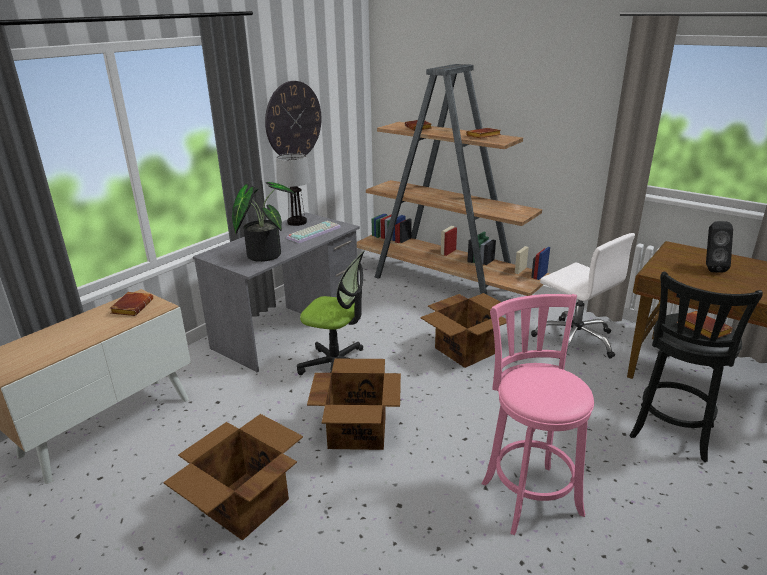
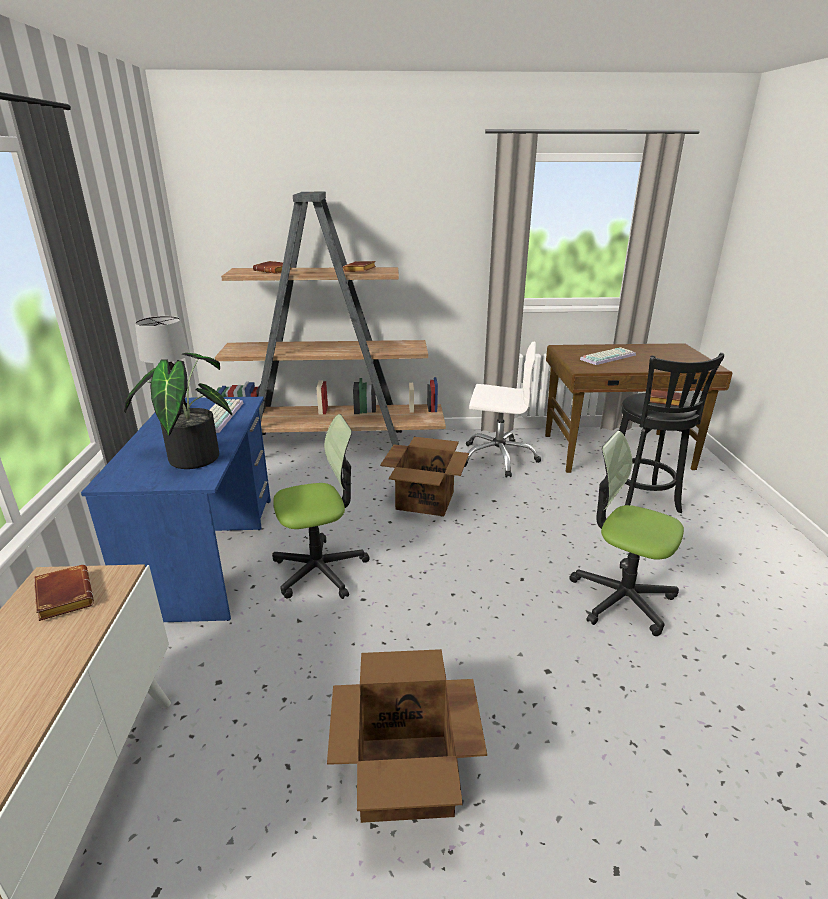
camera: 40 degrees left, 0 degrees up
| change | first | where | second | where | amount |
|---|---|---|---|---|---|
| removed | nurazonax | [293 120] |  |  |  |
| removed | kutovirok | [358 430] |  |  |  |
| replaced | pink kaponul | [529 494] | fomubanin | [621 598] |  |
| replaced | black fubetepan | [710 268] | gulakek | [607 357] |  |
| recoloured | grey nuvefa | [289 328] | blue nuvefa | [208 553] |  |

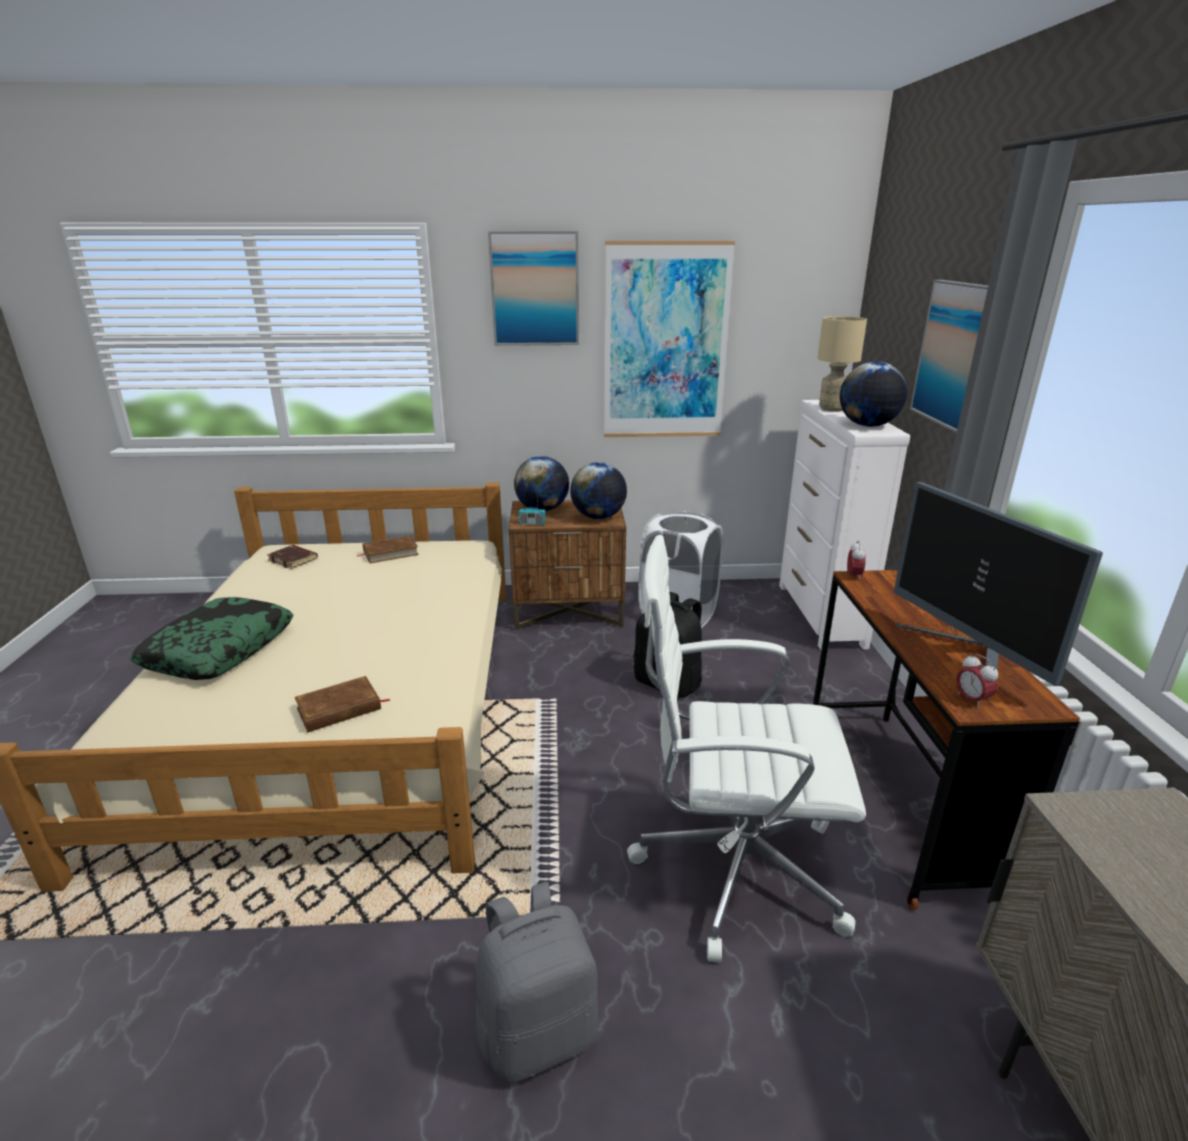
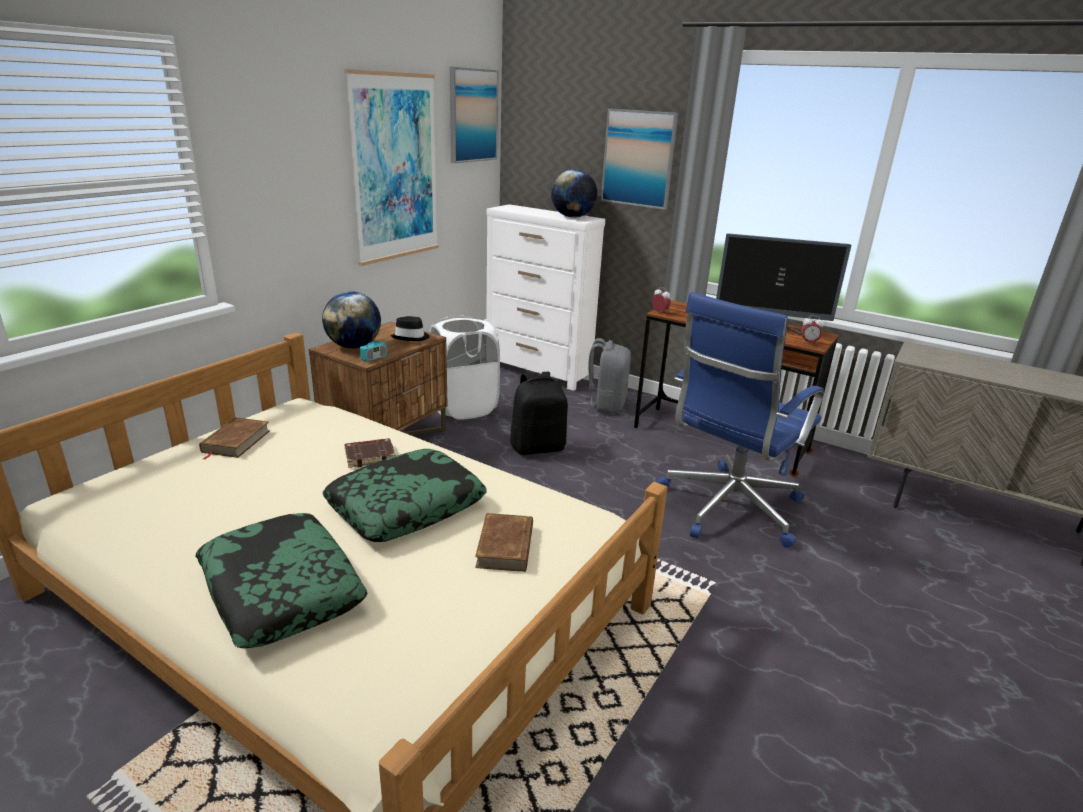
camera: 55 degrees left, 0 degrees up
| change | first | where | second | where | amount |
|---|---|---|---|---|---|
| removed | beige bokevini | [832 409] |  |  |  |
| added |  |  | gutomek | [406 506] |  |
| moved | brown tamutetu | [294 560] |  | [370 456] |  |
| moved | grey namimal | [538 1032] |  | [605 404] |  |
| moved | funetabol | [535 289] |  | [472 115] |  |
| replaced | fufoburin | [598 517] | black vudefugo | [411 337] |  |
| recoloured | white fomubanin | [732 867] | blue fomubanin | [727 508] |  |

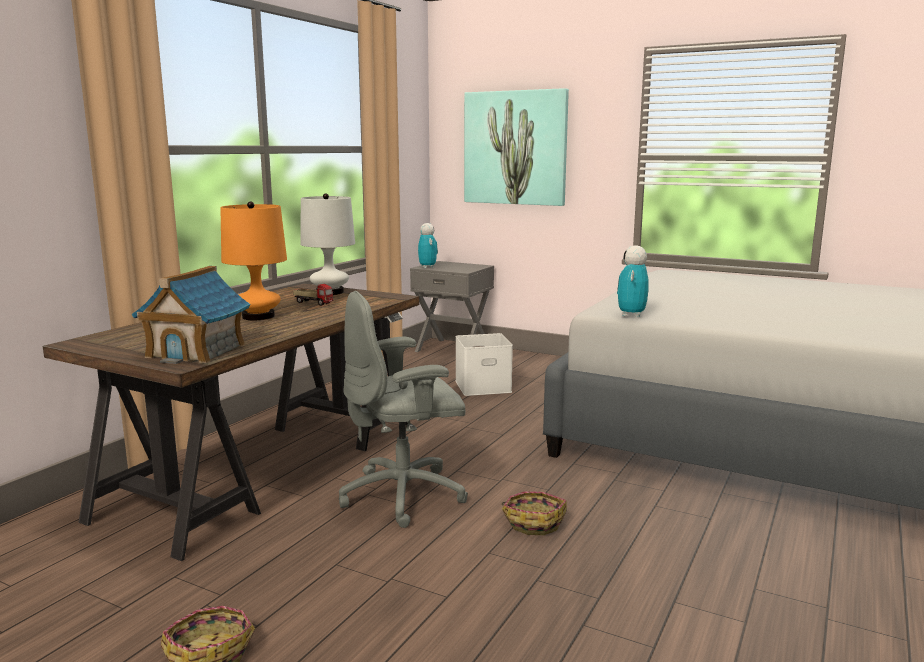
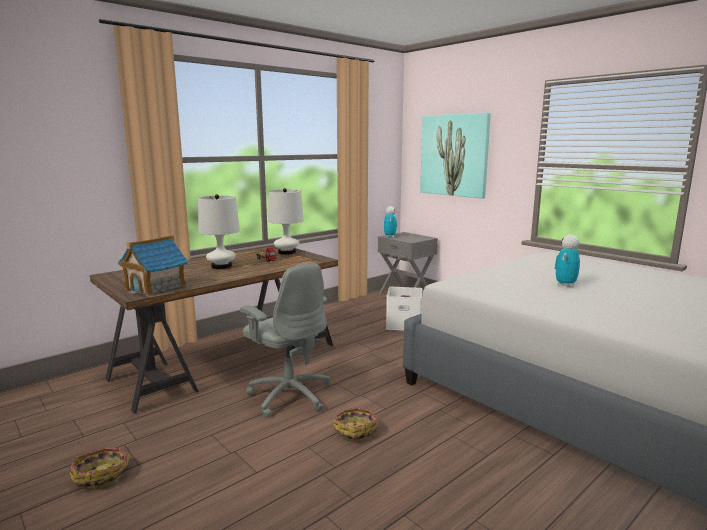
camera: 20 degrees right, 0 degrees up
| change | first | where | second | where | amount |
|---|---|---|---|---|---|
| moved | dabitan | [631 315] |  | [565 285] |  |
| recoloured | orange bokevini | [258 316] | white bokevini | [221 266] |  |
| turned | grey fomubanin | [405 495] |  | [289 395] | 135 degrees counterclockwise |

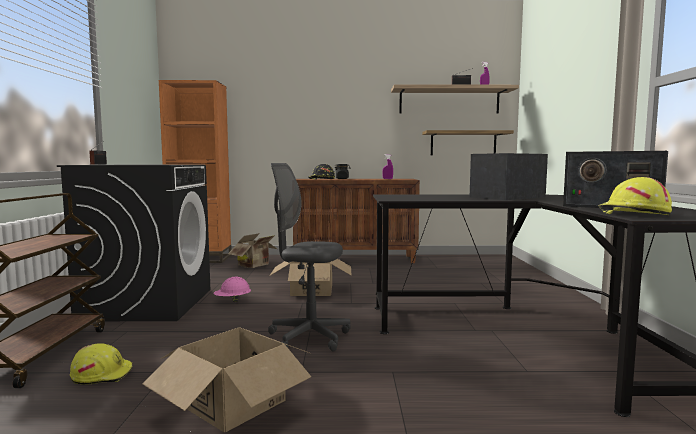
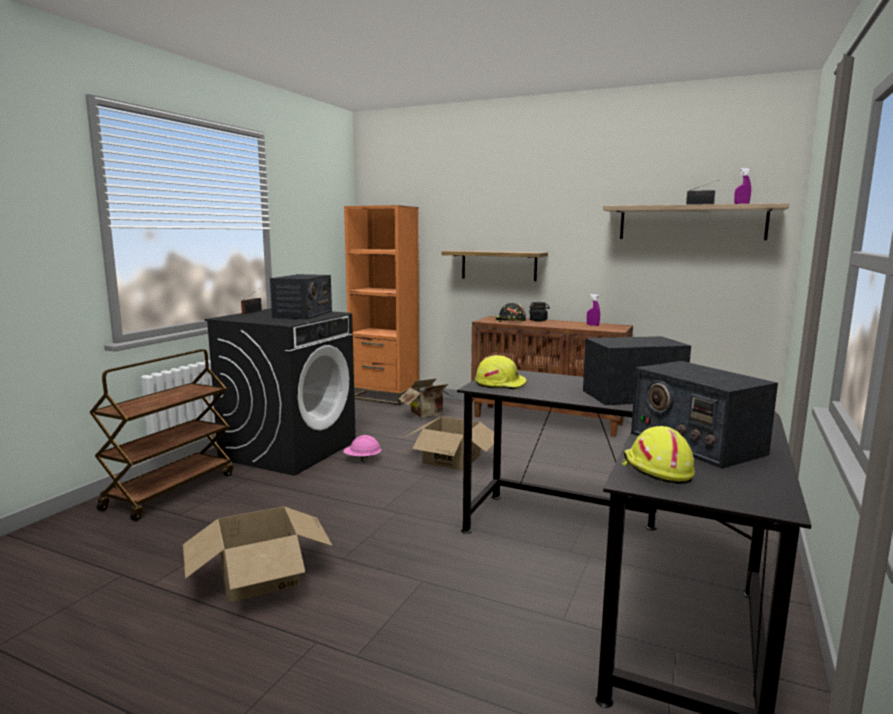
camera: 25 degrees right, 5 degrees up
| change | first | where | second | where | amount |
|---|---|---|---|---|---|
| removed | grey fomubanin | [309 337] |  |  |  |
| added |  |  | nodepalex | [303 314] |  |
| moved | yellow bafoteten | [102 374] |  | [500 384] |  |
| moved | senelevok | [463 143] |  | [498 265] |  |

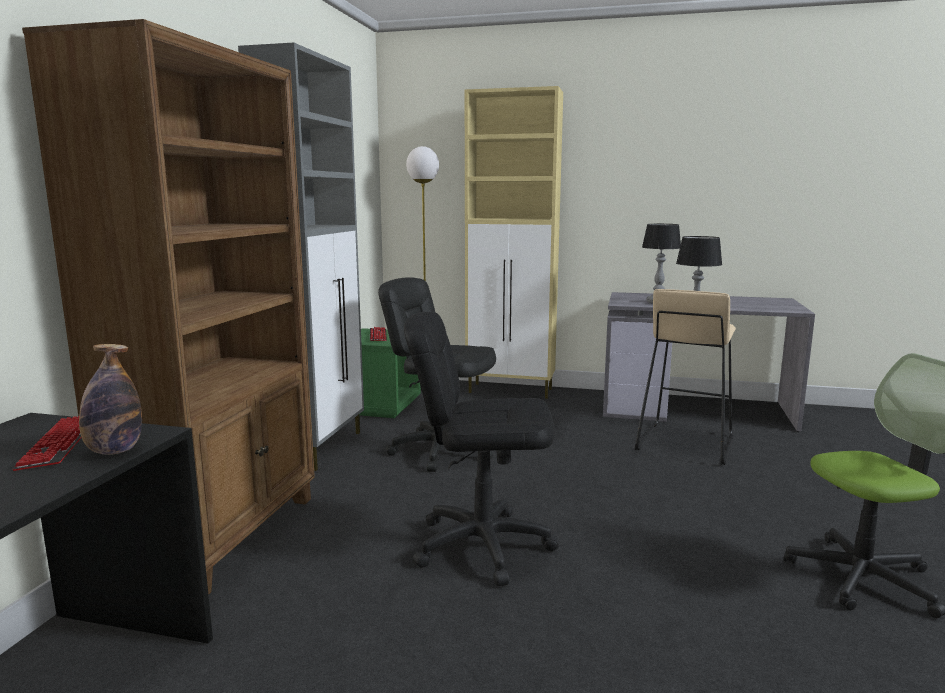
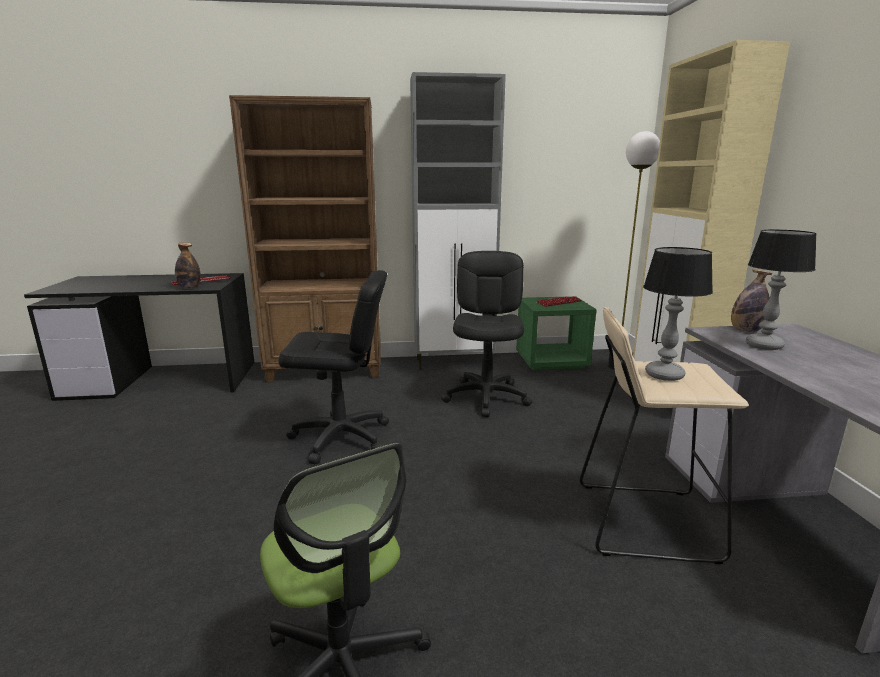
camera: 70 degrees right, 5 degrees up
| change | first | where | second | where | amount |
|---|---|---|---|---|---|
| added |  |  | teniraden | [745 331] |  |
| turned | black fomubanin | [482 545] |  | [341 438] | 105 degrees clockwise |

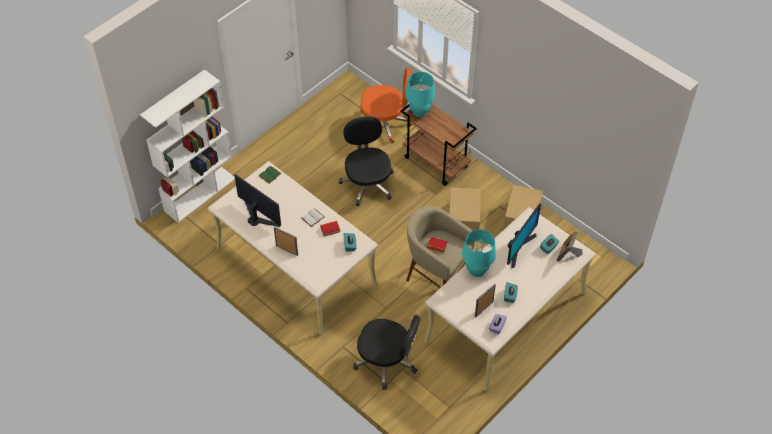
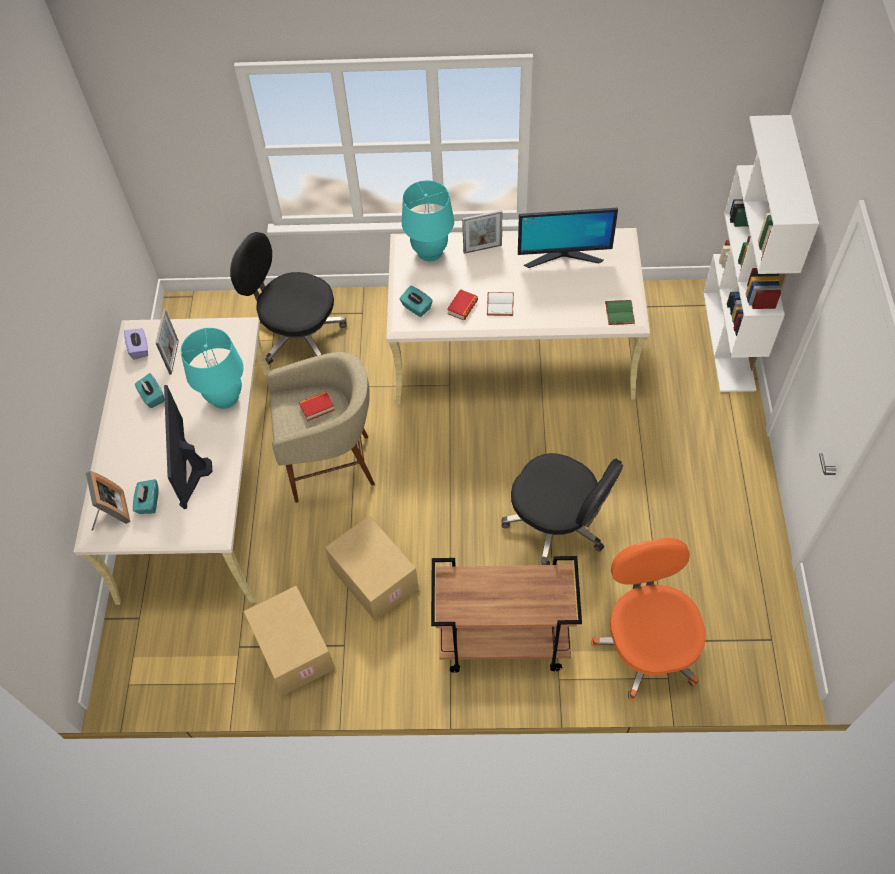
camera: 140 degrees right, 5 degrees up
| change | first | where | second | where | amount |
|---|---|---|---|---|---|
| moved | turquoise bokevini | [419 111] |  | [430 251] |  |
| turned | black fomubanin | [387 362] |  | [298 334] | 45 degrees clockwise |
| turned | orange fomubanin | [385 123] |  | [647 645] | 120 degrees clockwise |

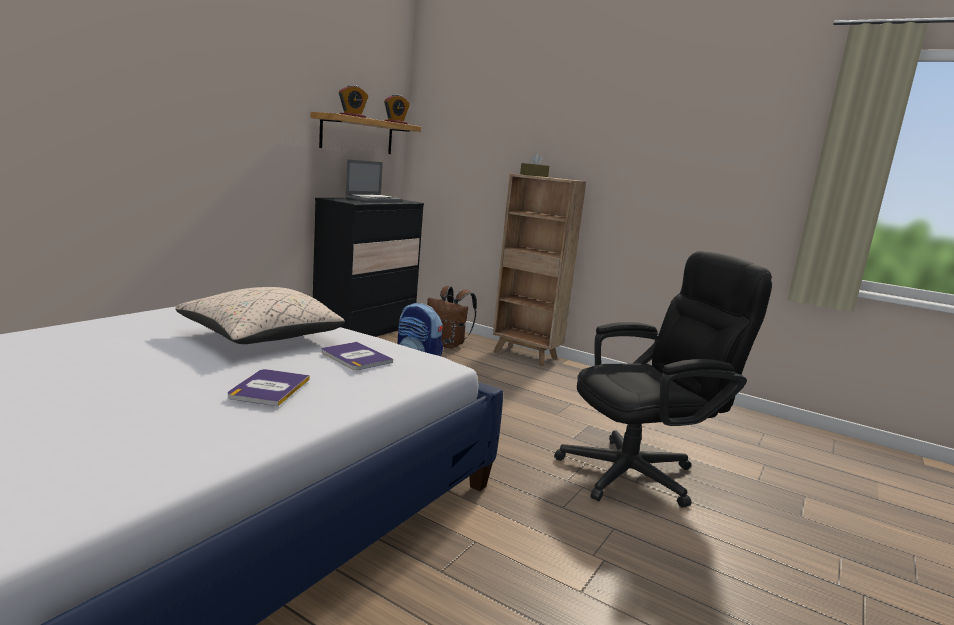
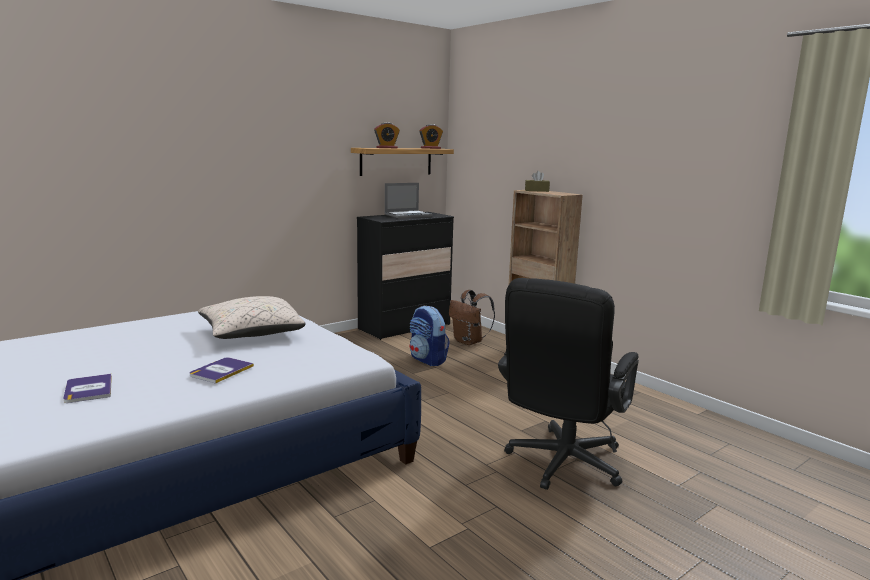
camera: 20 degrees right, 0 degrees up
| change | first | where | second | where | amount |
|---|---|---|---|---|---|
| moved | tamutetu | [355 357] |  | [88 389] |  |
| turned | black fomubanin | [640 472] |  | [561 465] | 120 degrees clockwise |

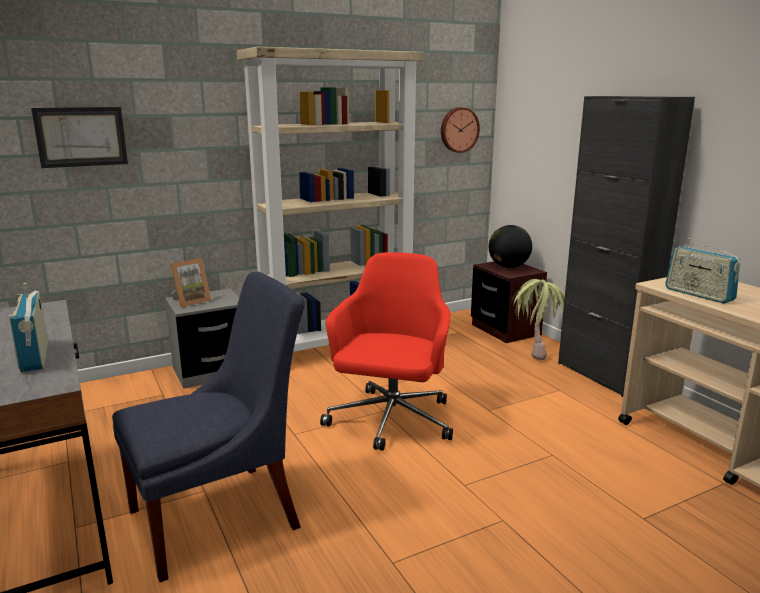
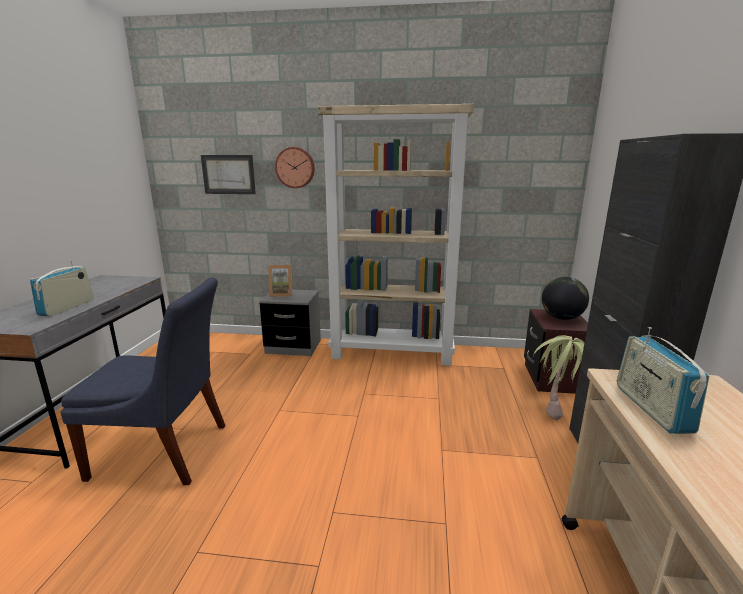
camera: 35 degrees right, 0 degrees up
| change | first | where | second | where | amount |
|---|---|---|---|---|---|
| removed | red fomubanin | [391 421] |  |  |  |
| moved | nurazonax | [458 130] |  | [295 167] |  |

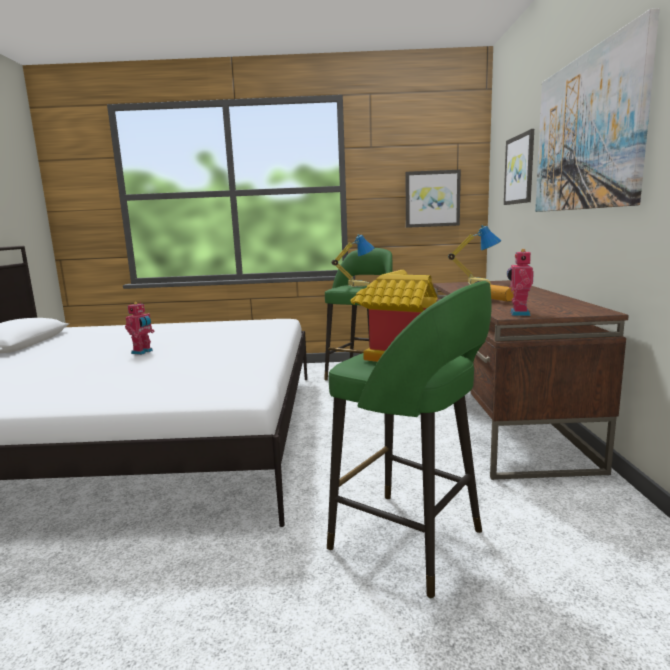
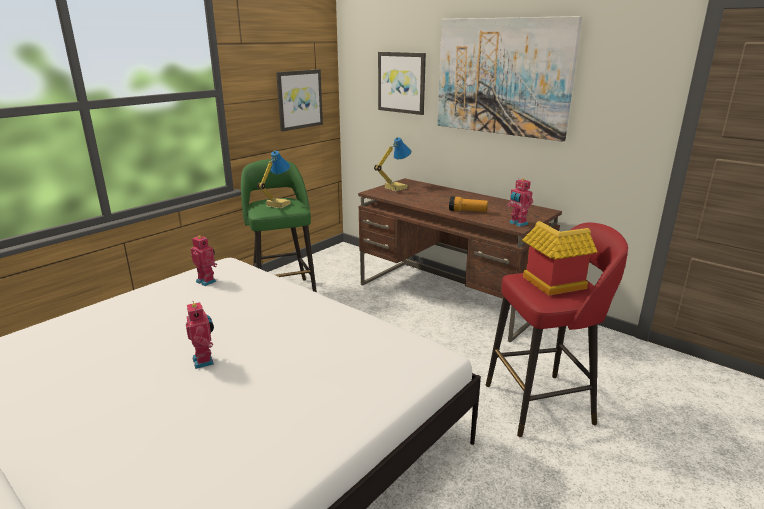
camera: 50 degrees left, 10 degrees up
| change | first | where | second | where | amount |
|---|---|---|---|---|---|
| added |  |  | dabitan | [207 281] |  |
| recoloured | green kaponul | [410 542] | red kaponul | [542 404] |  |

